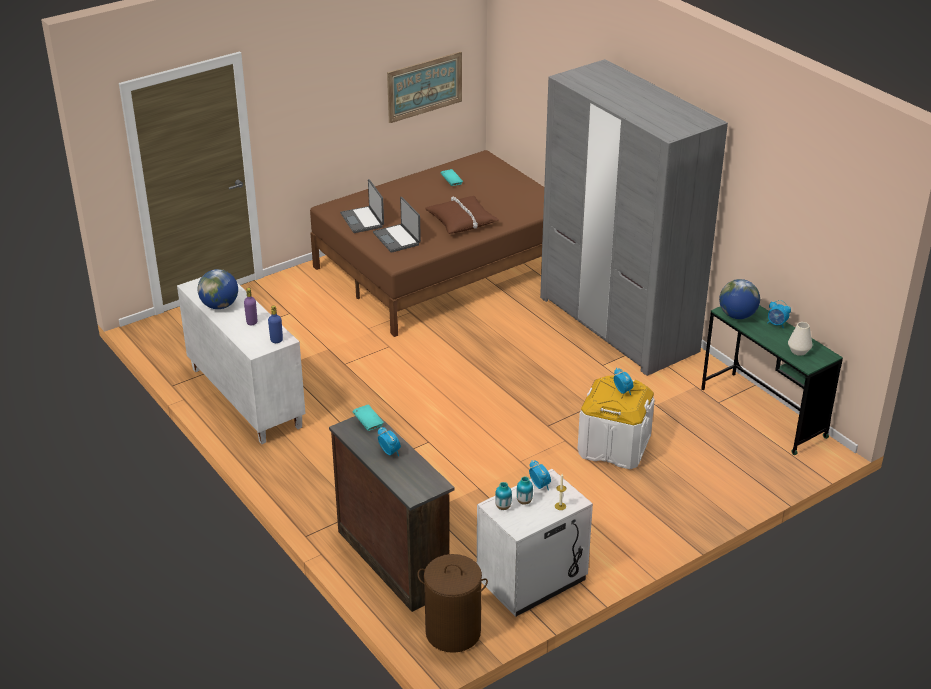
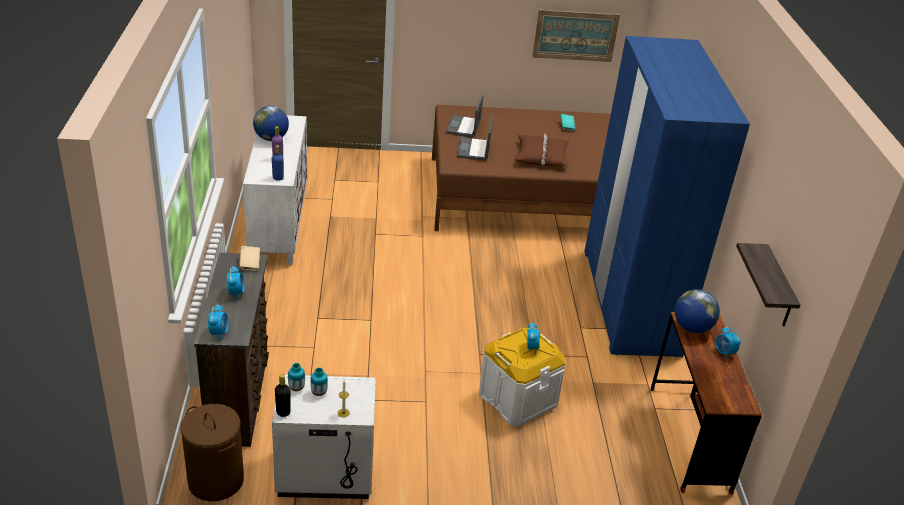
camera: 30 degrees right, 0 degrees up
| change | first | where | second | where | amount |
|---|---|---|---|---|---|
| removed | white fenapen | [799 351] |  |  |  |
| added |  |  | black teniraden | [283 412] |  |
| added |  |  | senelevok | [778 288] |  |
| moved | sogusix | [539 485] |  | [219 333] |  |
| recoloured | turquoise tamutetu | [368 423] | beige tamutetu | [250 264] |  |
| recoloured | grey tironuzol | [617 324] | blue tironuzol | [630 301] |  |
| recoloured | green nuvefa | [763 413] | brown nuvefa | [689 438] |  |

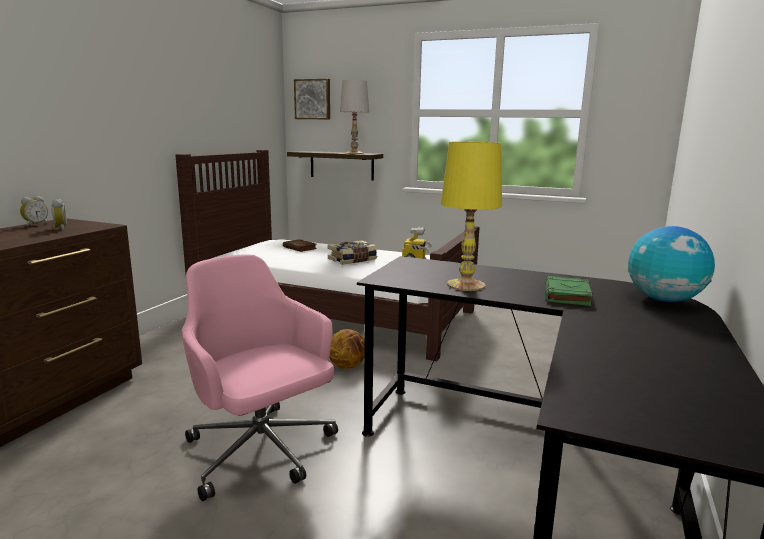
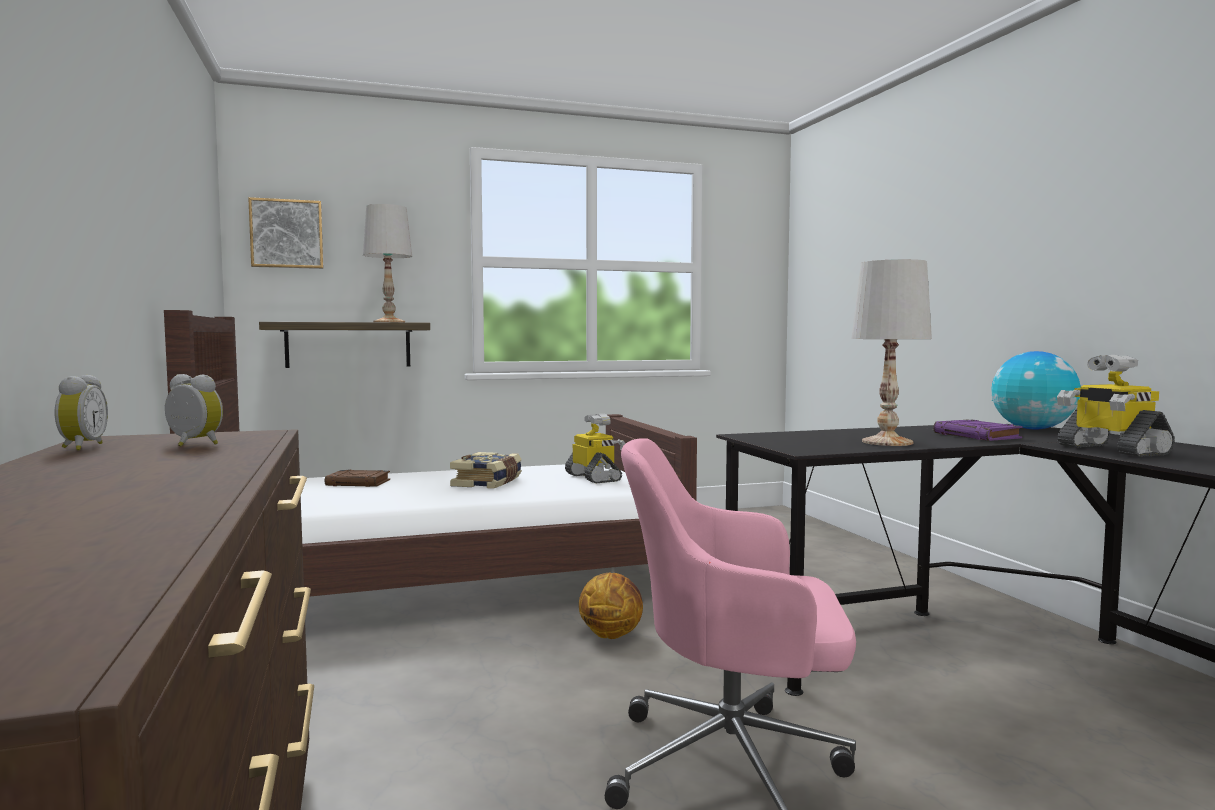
camera: 40 degrees left, 10 degrees down
| change | first | where | second | where | amount |
|---|---|---|---|---|---|
| added |  |  | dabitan | [1110 450] |  |
| recoloured | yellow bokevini | [465 285] | white bokevini | [886 442] |  |
| recoloured | green tamutetu | [567 295] | purple tamutetu | [977 436] |  |

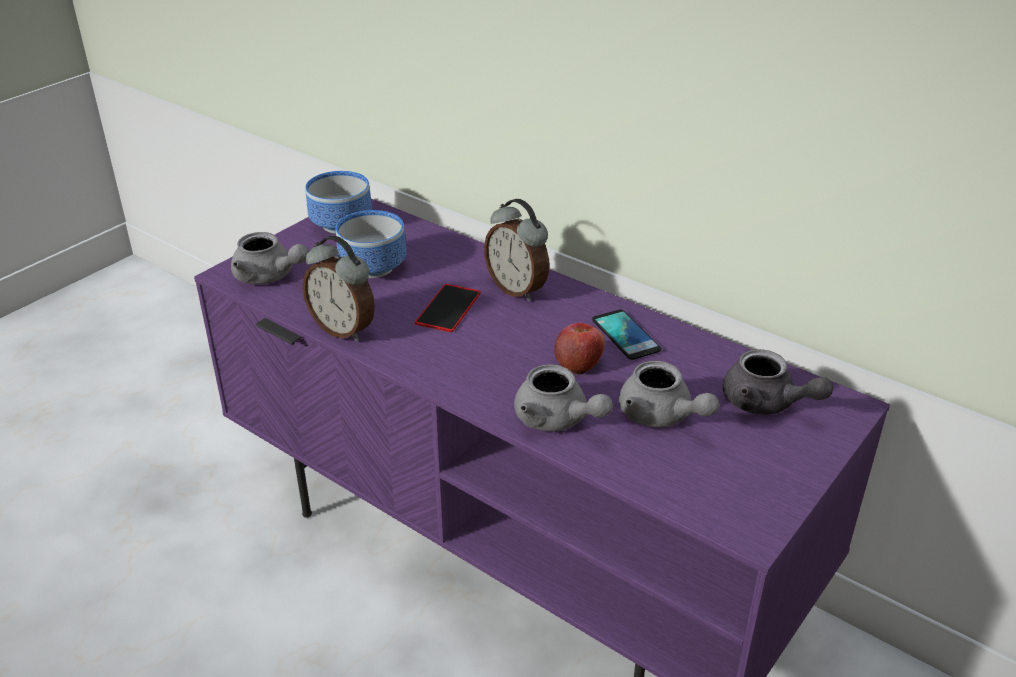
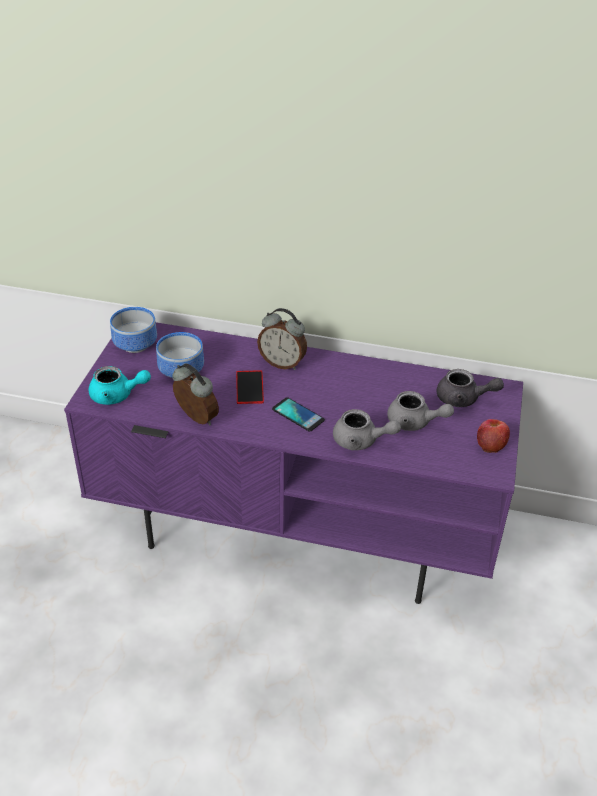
camera: 25 degrees left, 5 degrees up
| change | first | where | second | where | amount |
|---|---|---|---|---|---|
| moved | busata | [578 363] |  | [491 444] |  |
| moved | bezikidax | [626 335] |  | [298 415] |  |
| recoloured | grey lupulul | [269 277] | turquoise lupulul | [117 395] |  |
| turned | sogusix | [344 329] |  | [195 419] | 150 degrees counterclockwise |

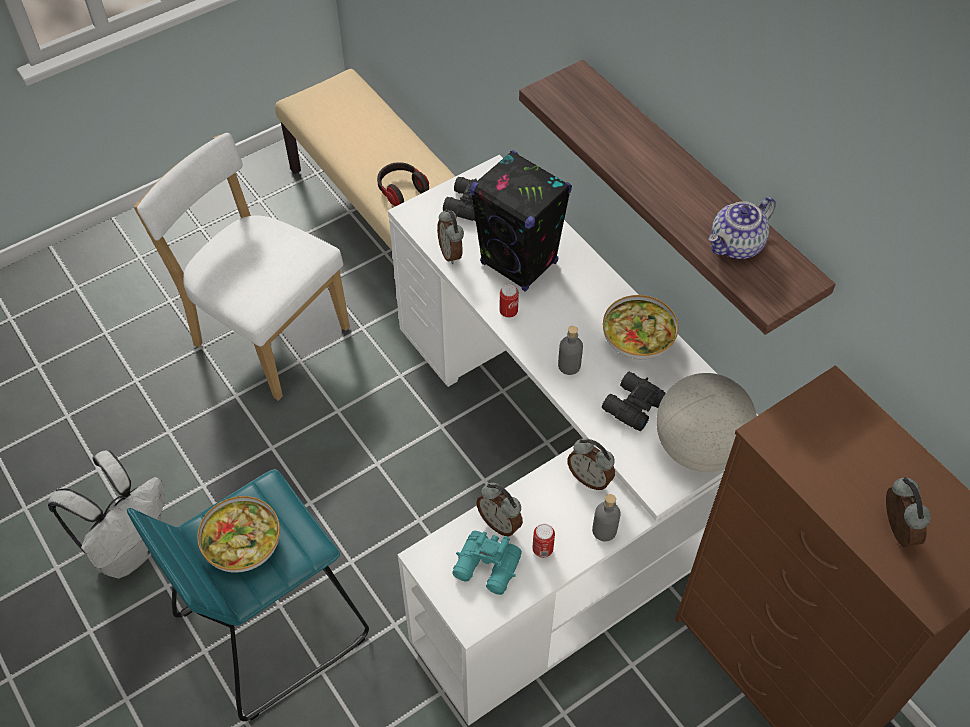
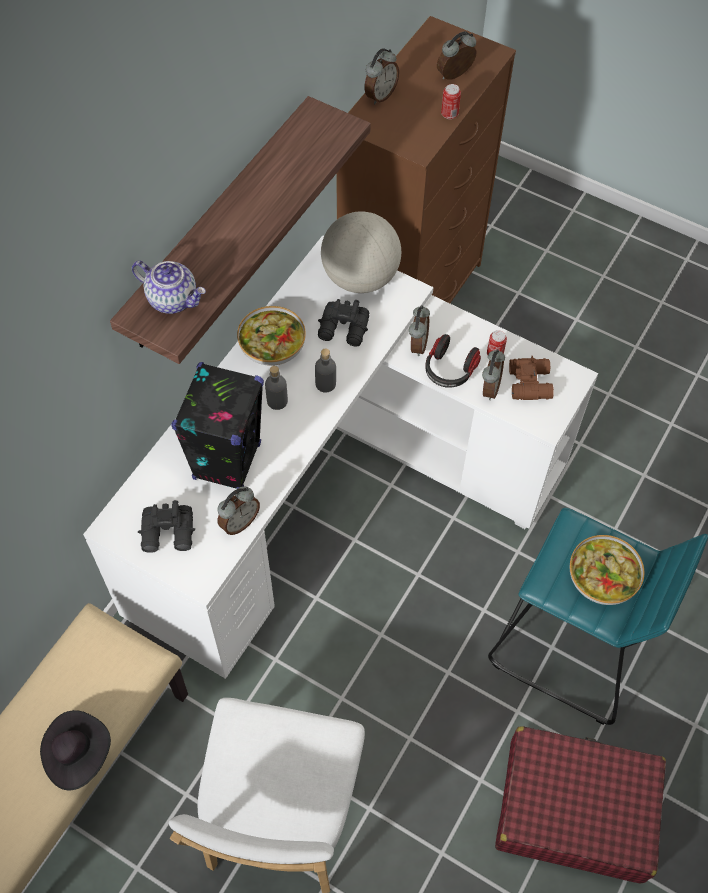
camera: 115 degrees left, 5 degrees up
| change | first | where | second | where | amount |
|---|---|---|---|---|---|
| added |  |  | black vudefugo | [77 754] |  |
| added |  |  | sogusix | [380 95] |  |
| moved | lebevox | [401 190] |  | [449 370] |  |
| moved | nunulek | [508 312] |  | [449 114] |  |
| moved | grey teniraden | [604 530] |  | [277 401] |  |
| moved | lupulul | [736 246] |  | [173 299] |  |
| replaced | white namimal | [130 547] | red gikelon | [574 809] |  |
| recoloured | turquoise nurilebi | [487 568] | brown nurilebi | [531 382] |  |

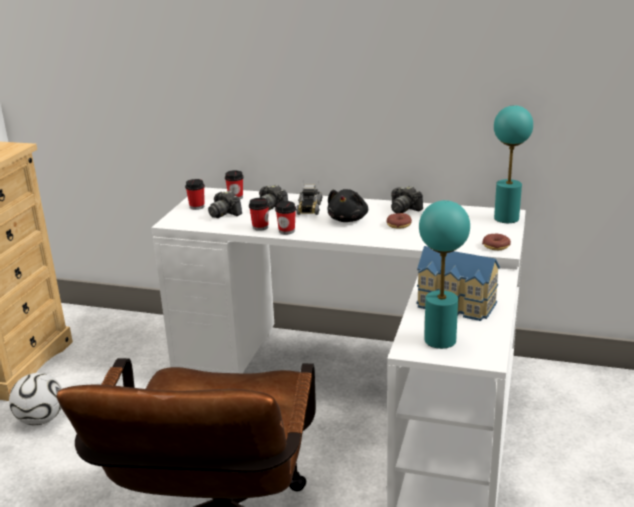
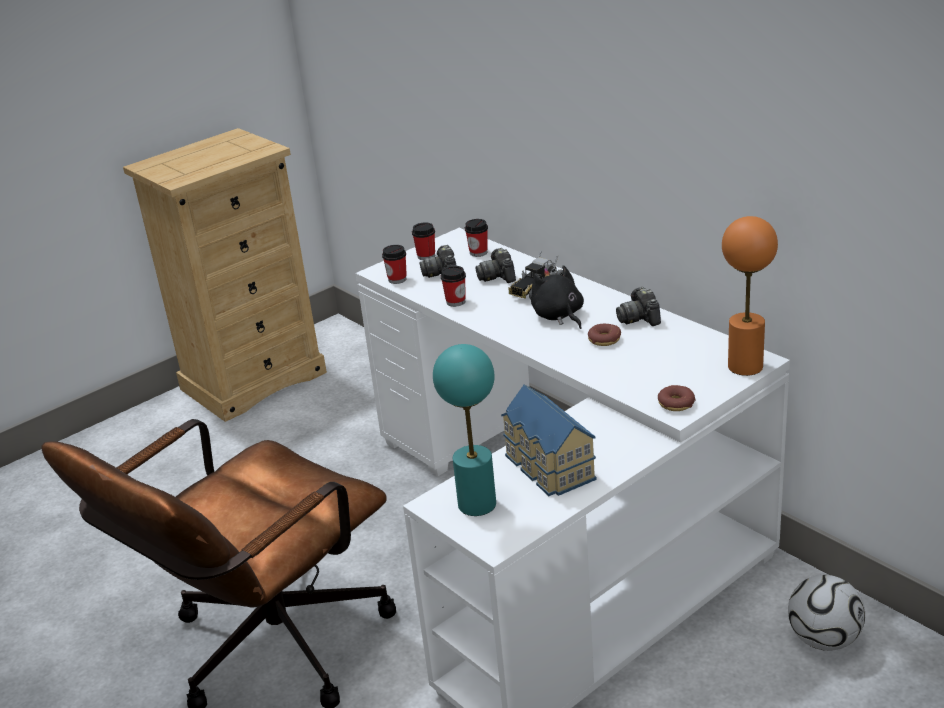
camera: 35 degrees right, 5 degrees up
| change | first | where | second | where | amount |
|---|---|---|---|---|---|
| moved | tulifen | [41 419] |  | [823 639] |  |
| moved | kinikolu | [286 231] |  | [397 279] |  |
| recoloured | turquoise bokevini | [506 218] | orange bokevini | [745 367] |  |
| turned | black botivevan | [348 219] |  | [559 316] | 105 degrees clockwise |

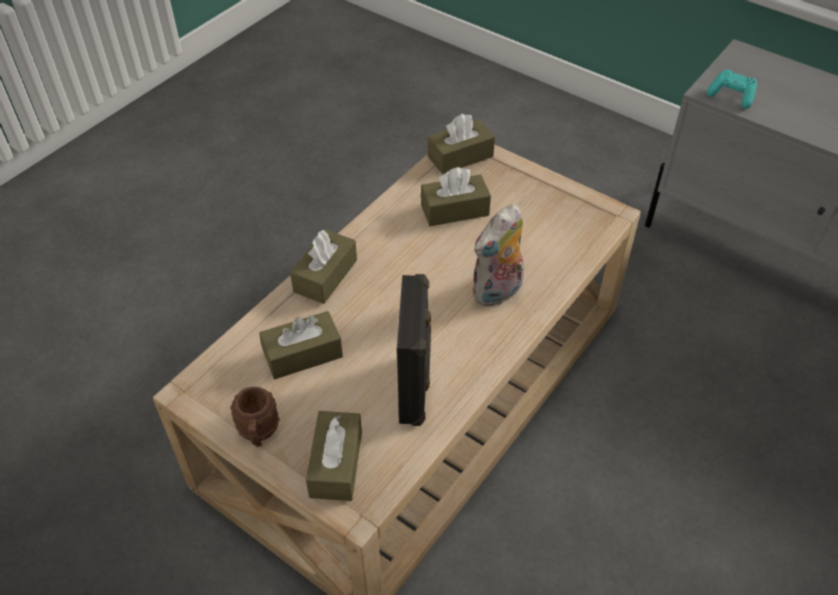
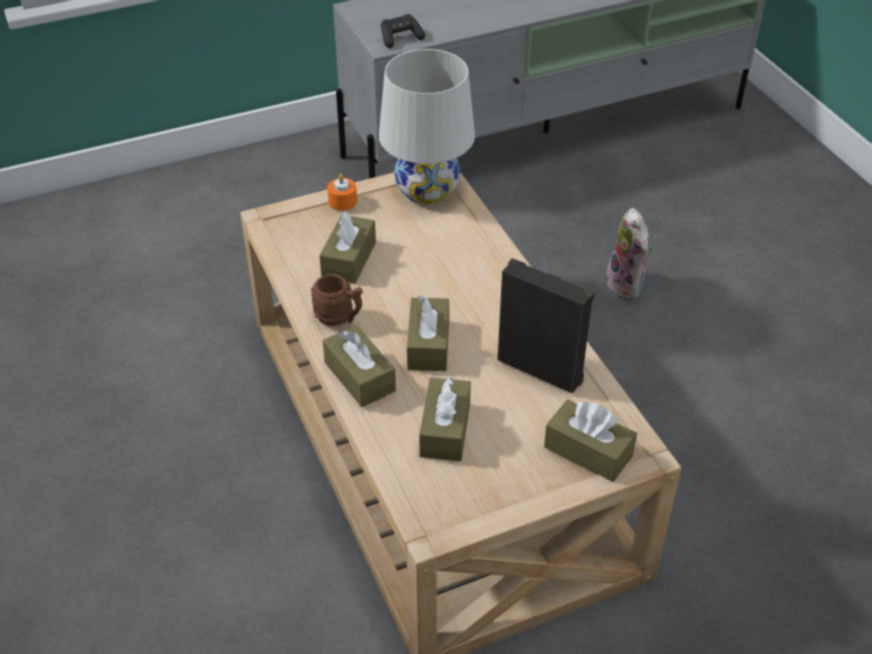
camera: 60 degrees left, 5 degrees down
| change | first | where | second | where | amount |
|---|---|---|---|---|---|
| added |  |  | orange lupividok | [342 201] |  |
| added |  |  | white bokevini | [427 190] |  |
| moved | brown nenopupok | [258 434] |  | [340 318] |  |
| moved | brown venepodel | [460 156] |  | [428 345] |  |
| moved | botivevan | [498 293] |  | [628 286] |  |
| recoloured | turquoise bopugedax | [731 96] | black bopugedax | [400 38] |  |

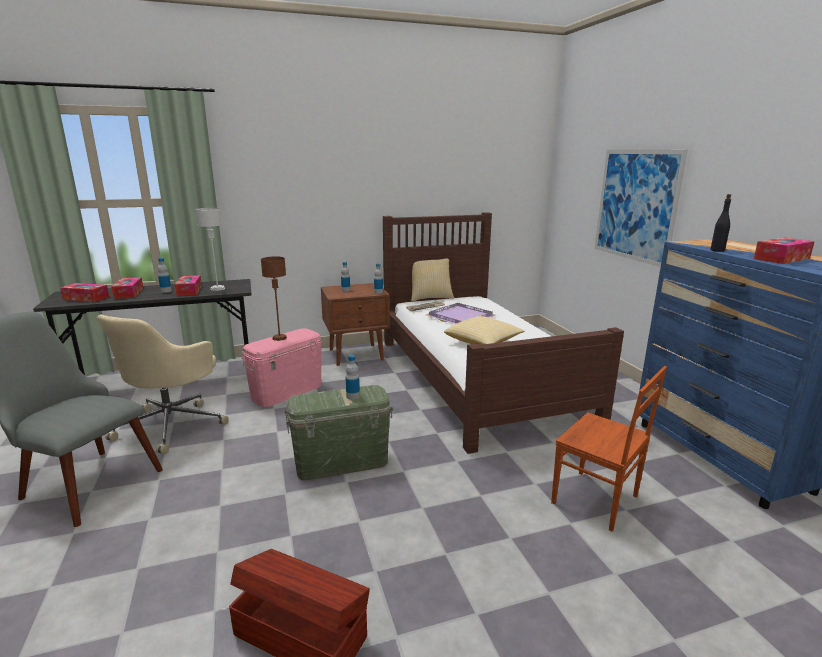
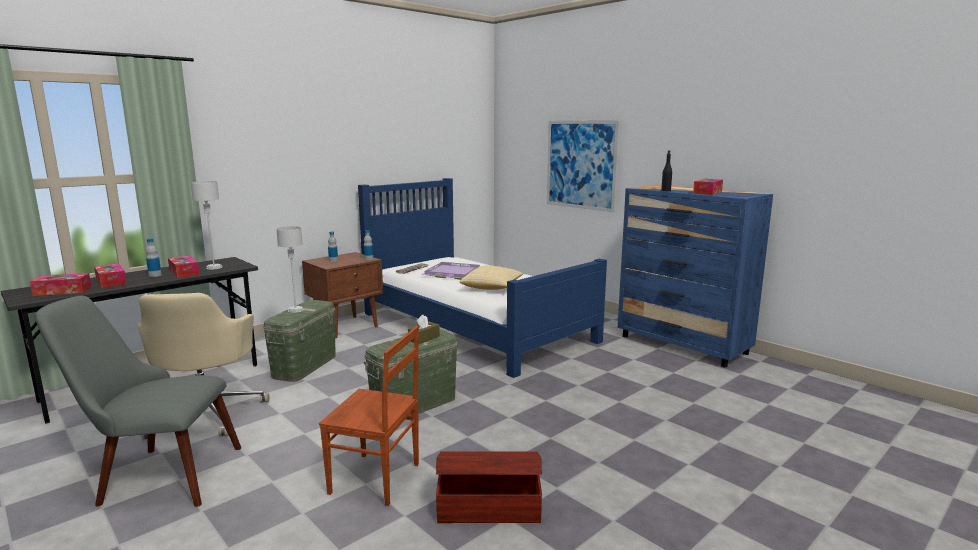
camera: 25 degrees left, 5 degrees down
| change | first | where | second | where | amount |
|---|---|---|---|---|---|
| removed | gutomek | [430 298] |  |  |  |
| moved | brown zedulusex | [595 501] |  | [375 479] |  |
| replaced | teniraden | [353 396] | brown venepodel | [424 338] |  |
| recoloured | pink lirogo | [287 391] | green lirogo | [304 366] |  |
| recoloured | brown bokevini | [279 338] | grey bokevini | [296 310] |  |
| recoloured | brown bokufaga | [476 377] | blue bokufaga | [474 326] |  |

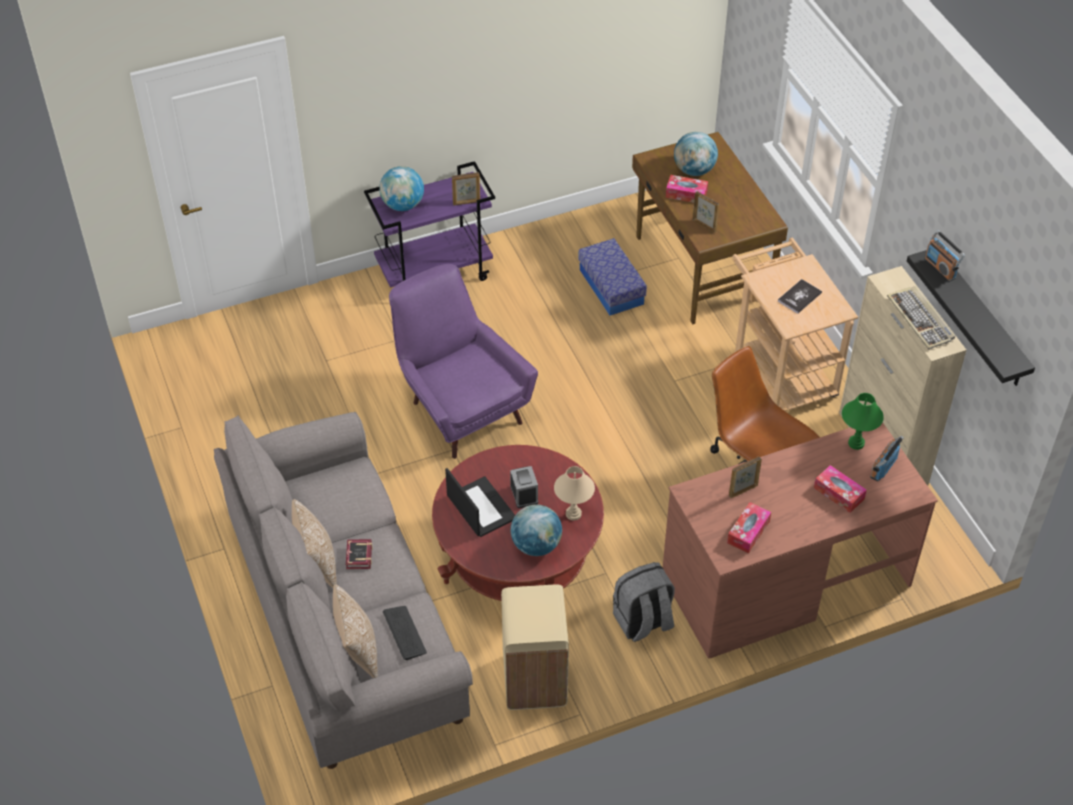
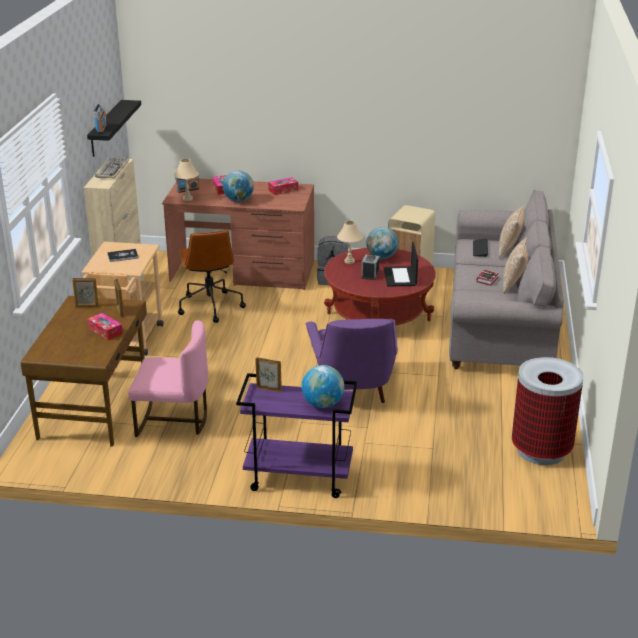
camera: 150 degrees left, 20 degrees down
| change | first | where | second | where | amount |
|---|---|---|---|---|---|
| added |  |  | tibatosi | [541 450] |  |
| moved | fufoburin | [694 170] |  | [238 200] |  |
| moved | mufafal | [742 490] |  | [87 306] |  |
| replaced | lirogo | [611 287] | pink zedulusex | [173 421] |  |
| recoloured | green bokevini | [856 443] | beige bokevini | [188 199] |  |

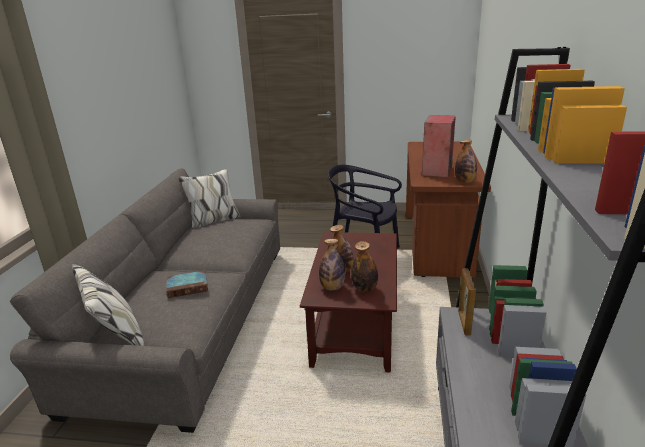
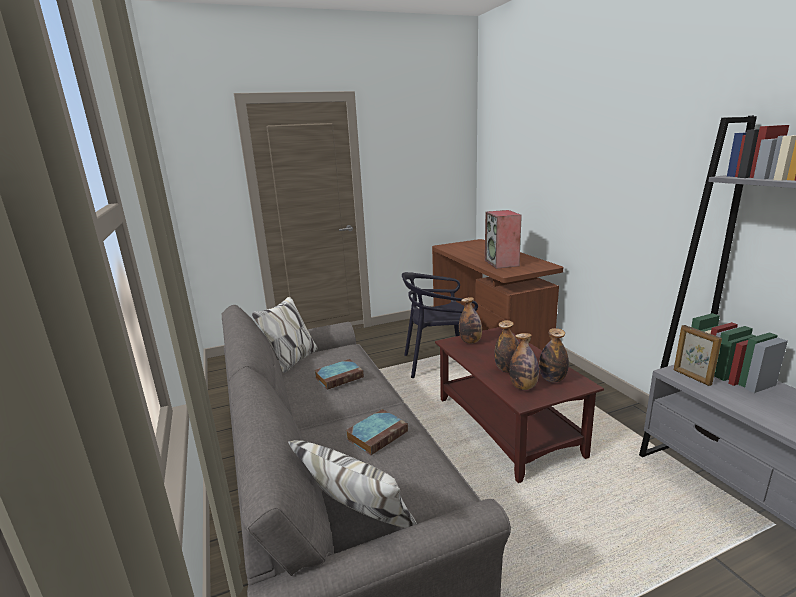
camera: 30 degrees left, 5 degrees down
| change | first | where | second | where | amount |
|---|---|---|---|---|---|
| added |  |  | tamutetu | [340 377] |  |
| moved | teniraden | [465 182] |  | [470 341] |  |

